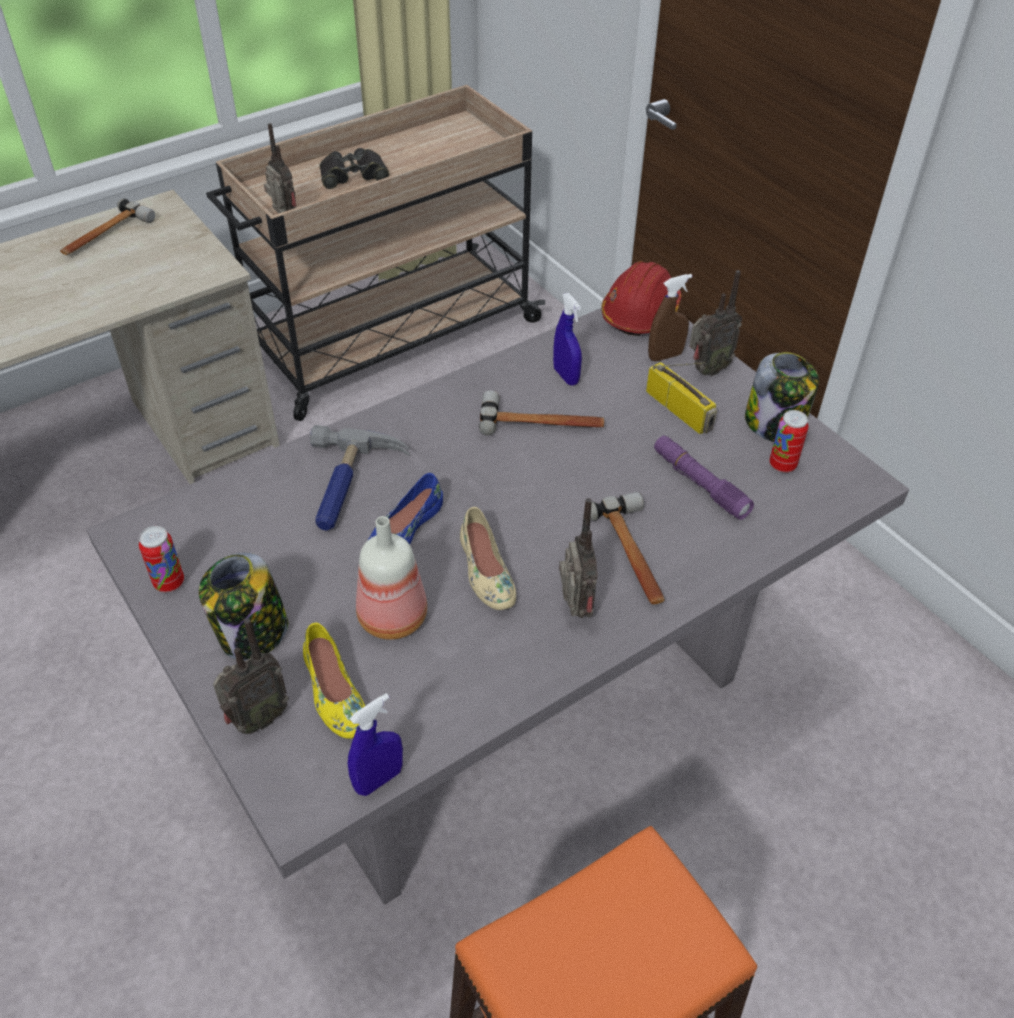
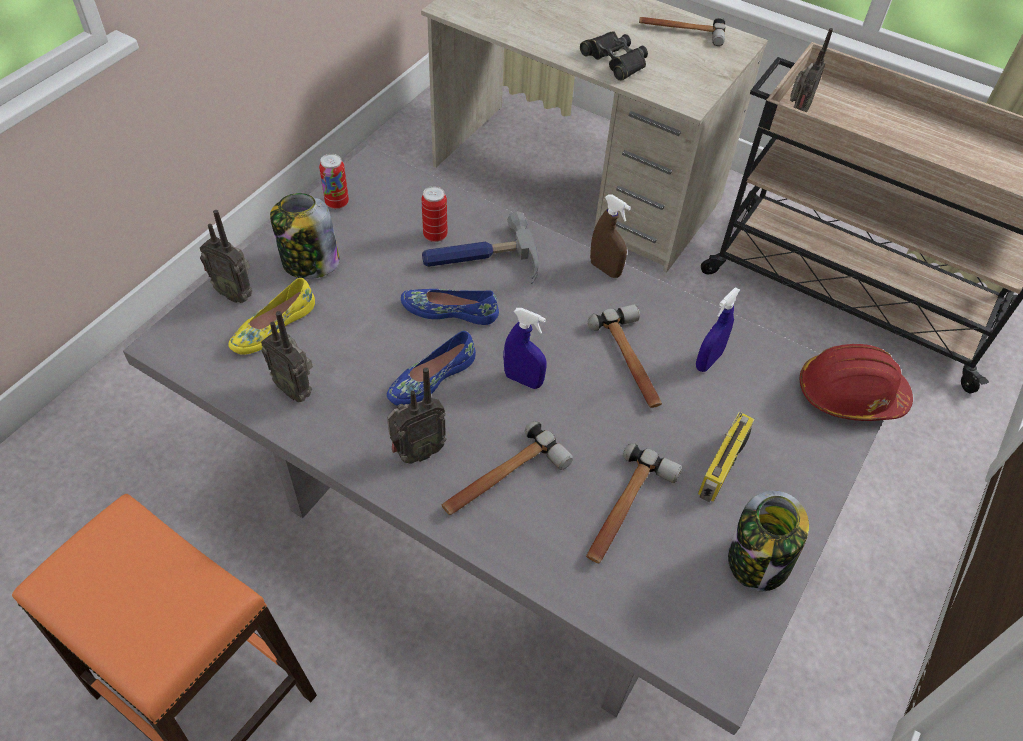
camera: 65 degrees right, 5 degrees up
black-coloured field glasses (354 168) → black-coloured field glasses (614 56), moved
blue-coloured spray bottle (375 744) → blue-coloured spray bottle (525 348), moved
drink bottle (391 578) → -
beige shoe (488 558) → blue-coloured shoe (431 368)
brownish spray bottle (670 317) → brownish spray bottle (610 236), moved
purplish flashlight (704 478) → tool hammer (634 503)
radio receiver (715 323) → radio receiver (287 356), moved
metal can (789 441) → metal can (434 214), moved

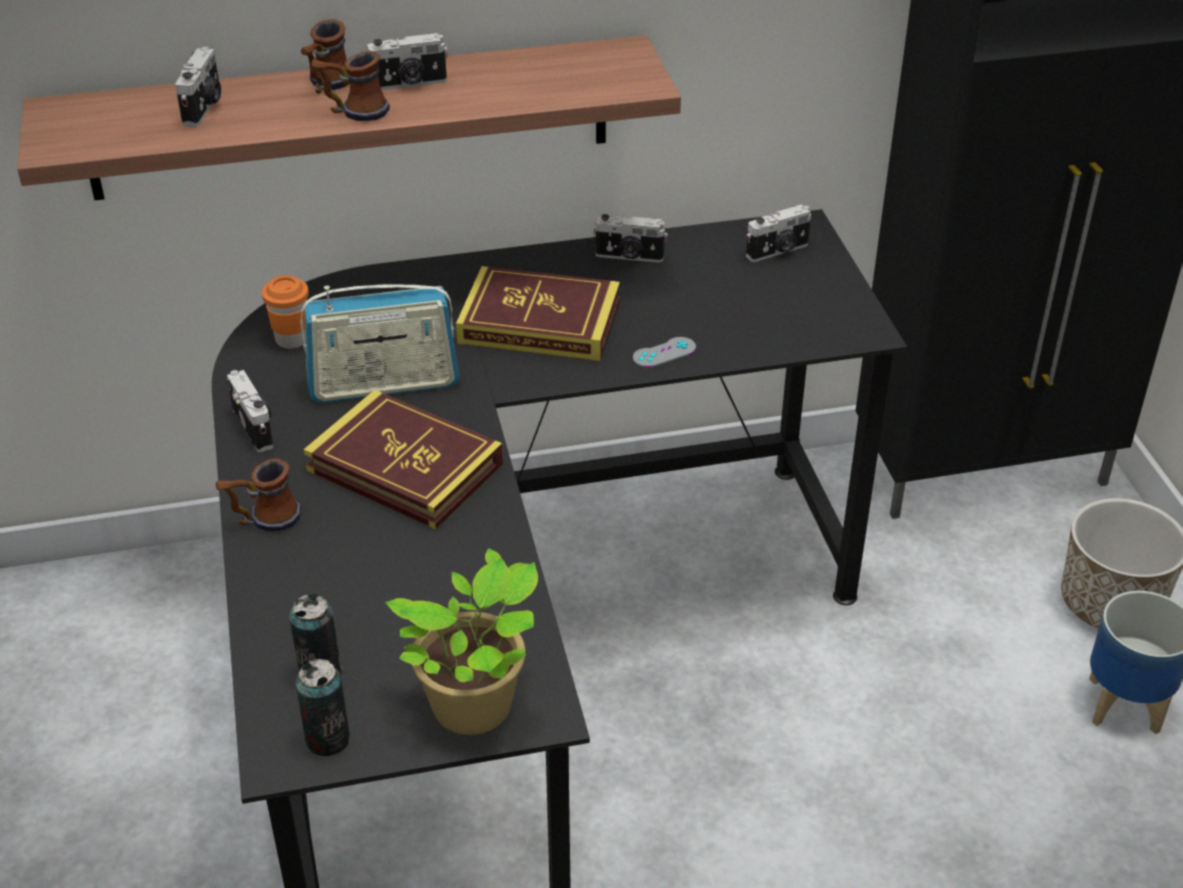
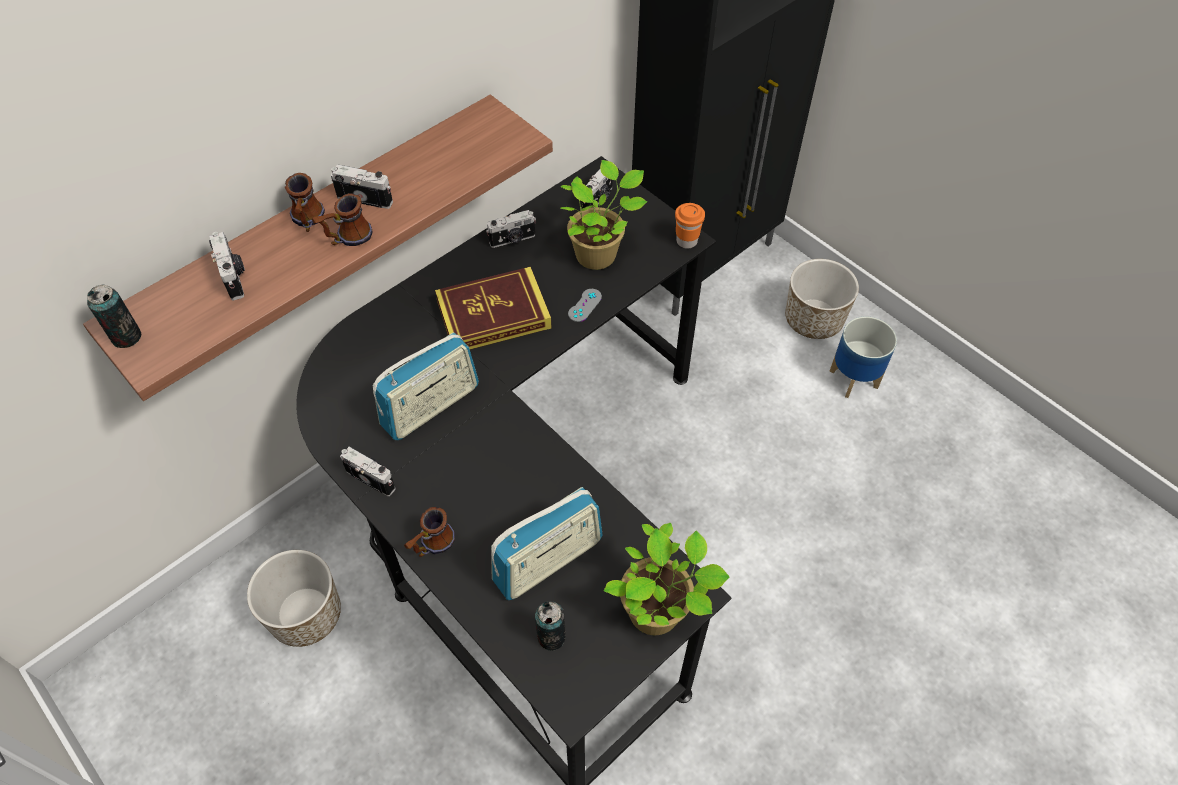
camera: 30 degrees left, 15 degrees up
orangey drinking cup (285 312) → orangey drinking cup (690 226), moved
metal can (322 707) → metal can (114 316), moved
volume (403 459) → -
still camera (407 61) → still camera (362 186), 120 degrees counterclockwise
- → flower pot (294 598)
- → radio receiver (547 543)
- → potted plant (604 215)

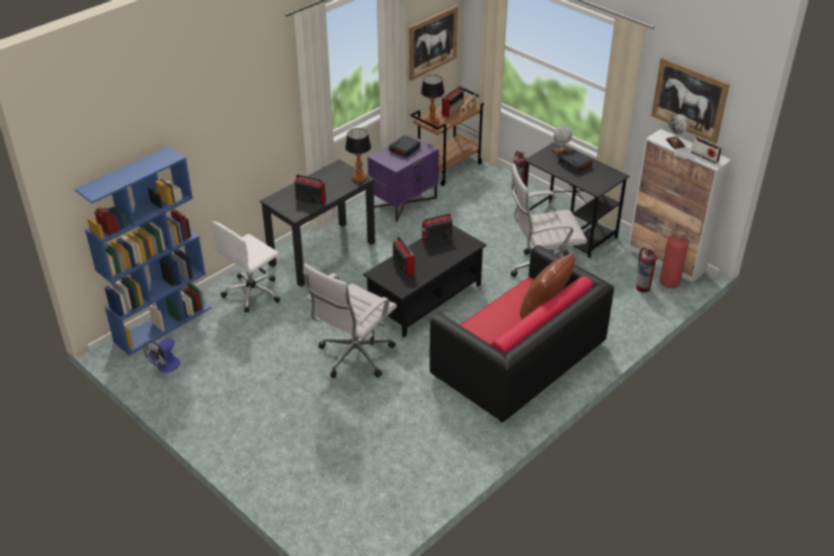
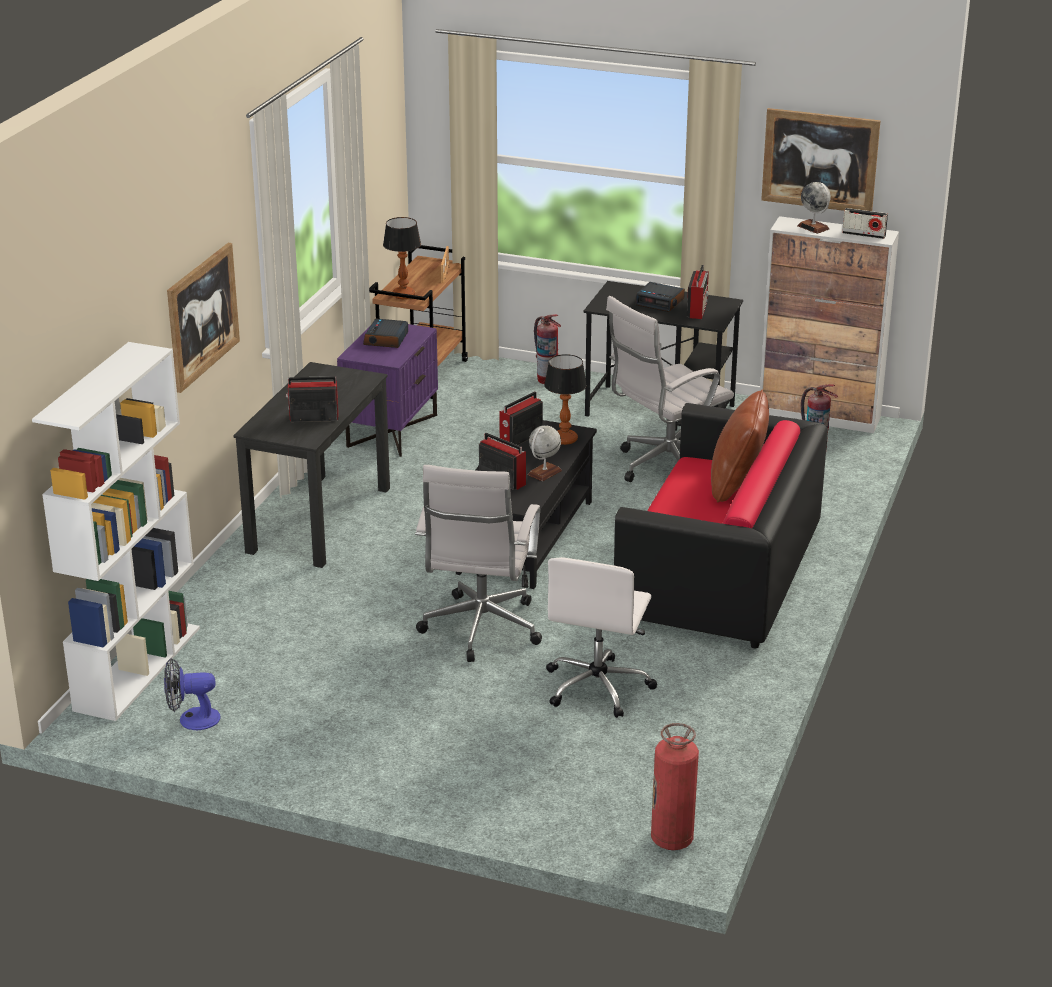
camera: 25 degrees left, 10 degrees down
blue-coloured shelving unit (143 250) → whitish shelving unit (116 531)
cooling fan (161 355) → cooling fan (192 694), 75 degrees clockwise
whitish desk chair (246 267) → whitish desk chair (601 637), moved
tabletop lamp (358 155) → tabletop lamp (565 399), moved
wall art (433 43) → wall art (203 318), moved
radio receiver (453 102) → radio receiver (698 292), moved
desk globe (561 141) → desk globe (545 453), moved
extinguisher (674 258) → extinguisher (675 786), moved

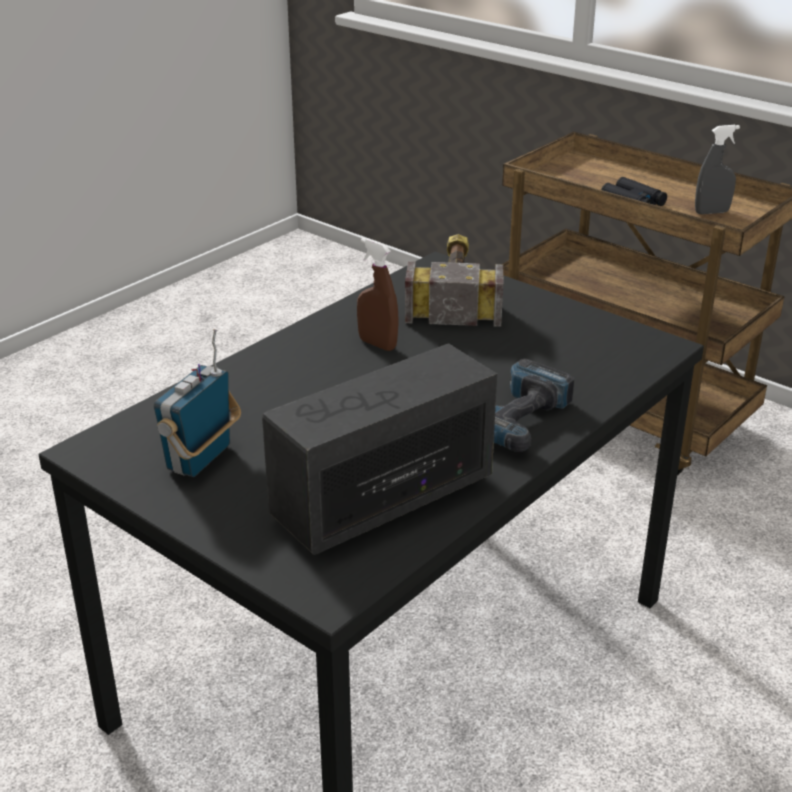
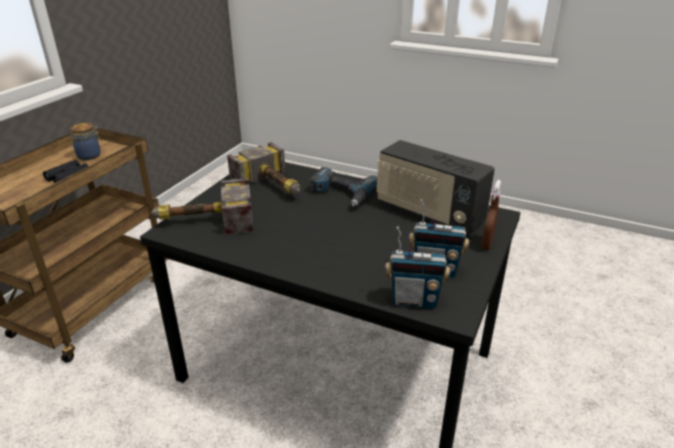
camera: 105 degrees left, 0 degrees up
brownish spray bottle (378 294) → brownish spray bottle (491 215), moved
greyish spray bottle (717 169) → storage jar (86 141)
- → tool hammer (264 168)
- → radio receiver (417 268)

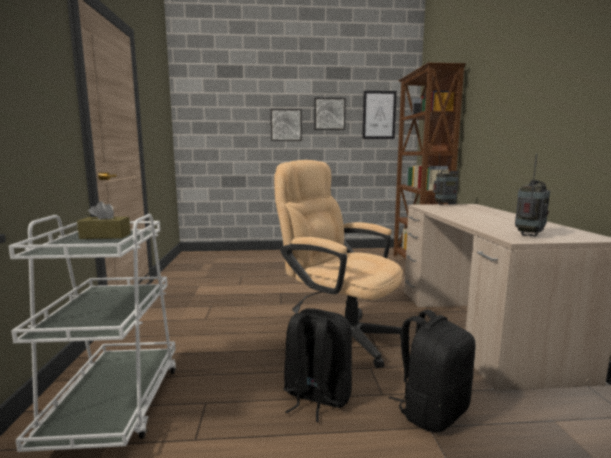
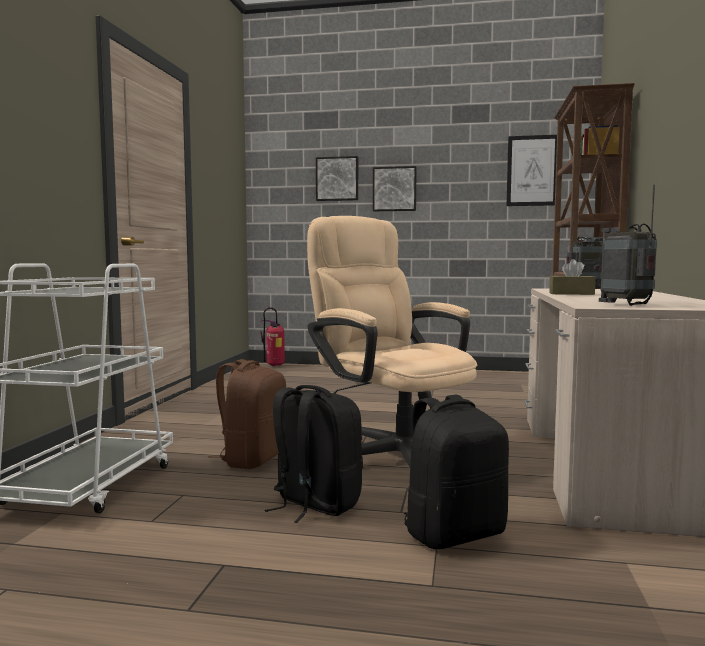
camera: 15 degrees right, 5 degrees down
brownish tissue box (104 220) → brownish tissue box (572 277), moved
wall art (330 114) → wall art (337 178), moved
radio receiver (532 195) → radio receiver (628 245), 75 degrees counterclockwise
- → brownish rucksack (247 414)
- → extinguisher (272 336)

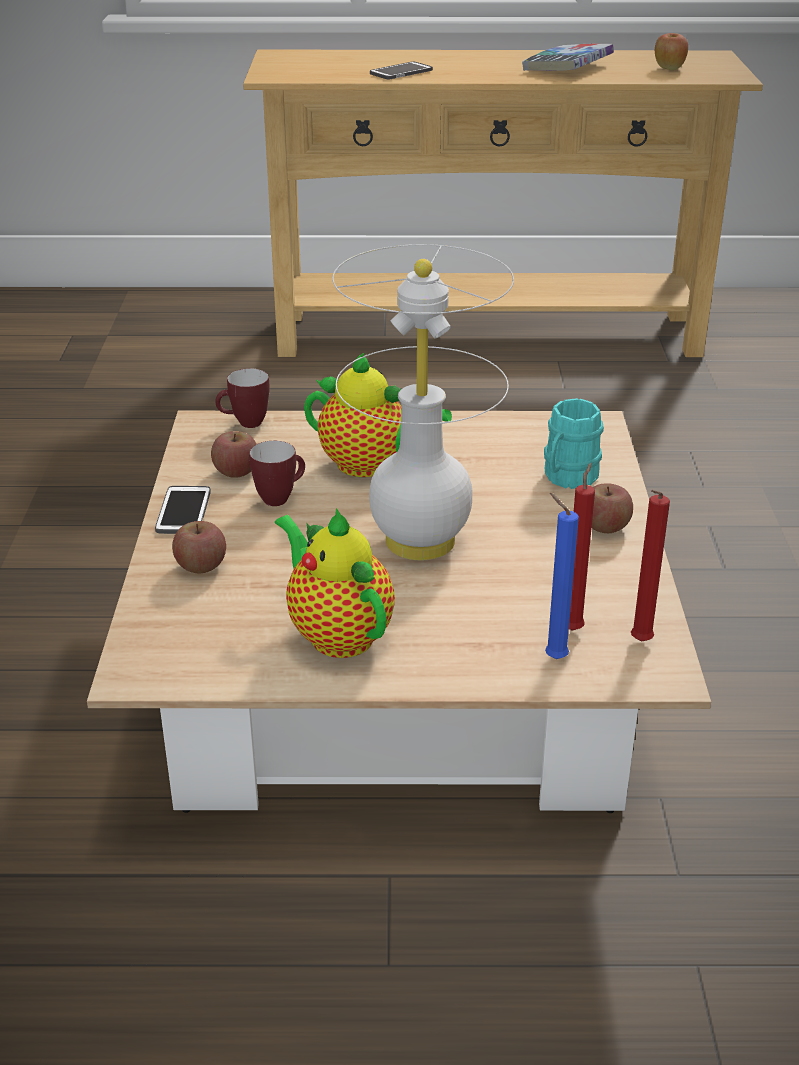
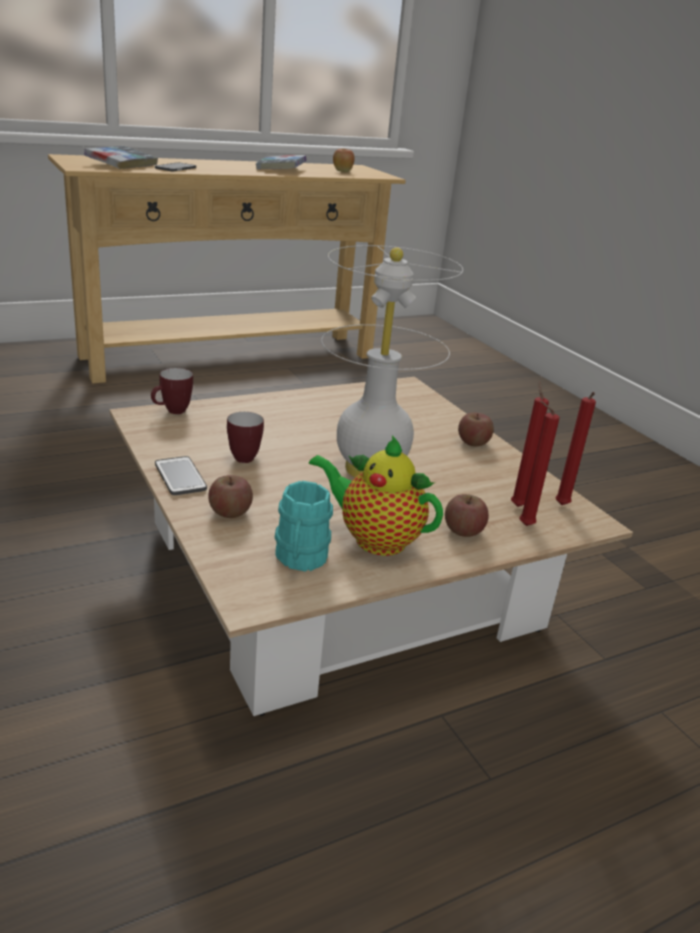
camera: 30 degrees left, 5 degrees down
whole apple (234 454) → whole apple (467 515), moved
teapot (378 414) → -
turquoise-coloured mug (574 443) → turquoise-coloured mug (304 526), moved
blue-coloured wax light (562 576) → red wax light (539 463)
- → volume (121 157)

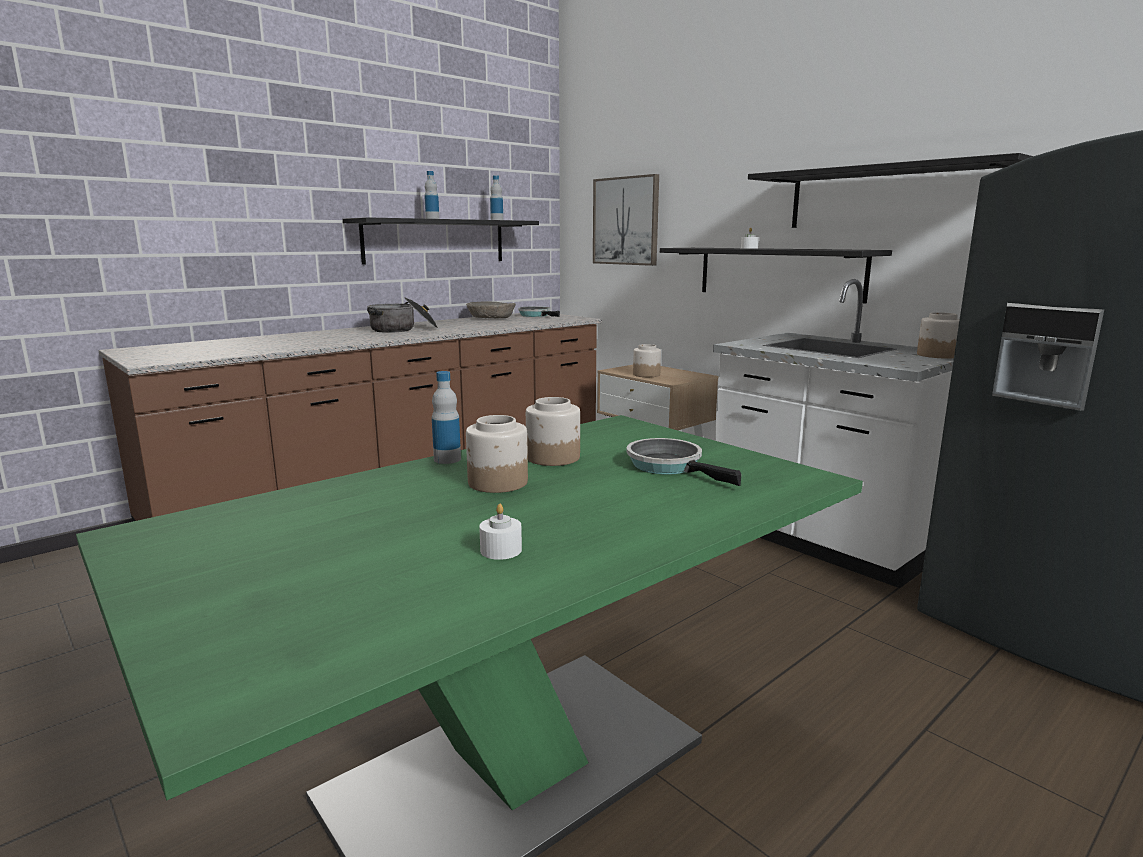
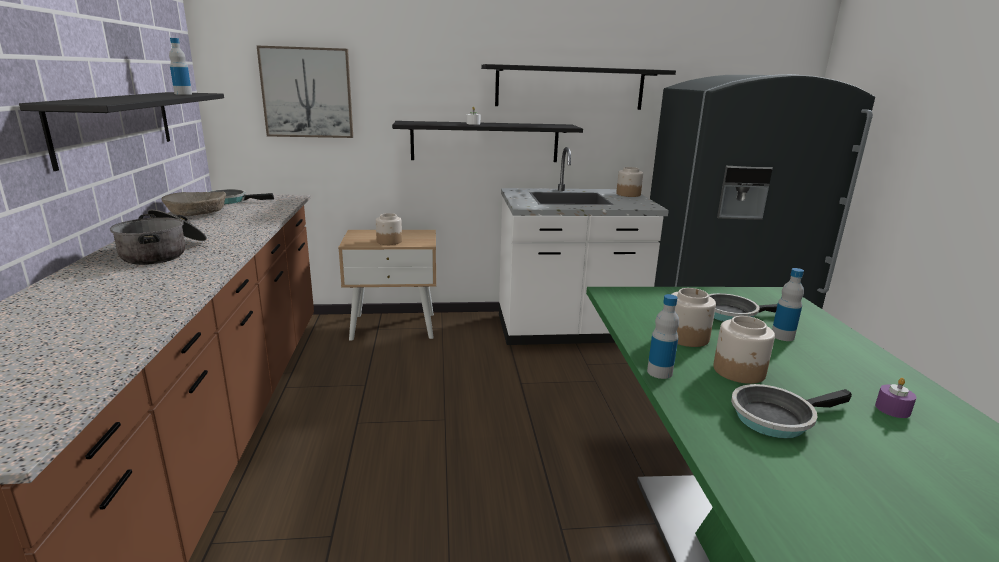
camera: 55 degrees left, 5 degrees up
drink bottle (431 195) → drink bottle (788 304), moved
whitish wax light (500 532) → purplish wax light (896 398)
- → frying pan (791 411)

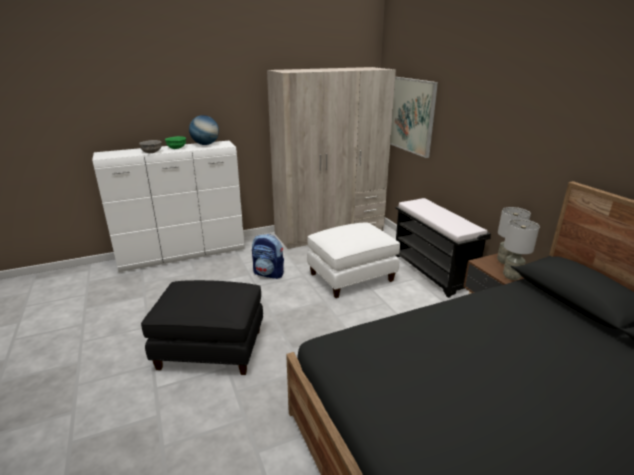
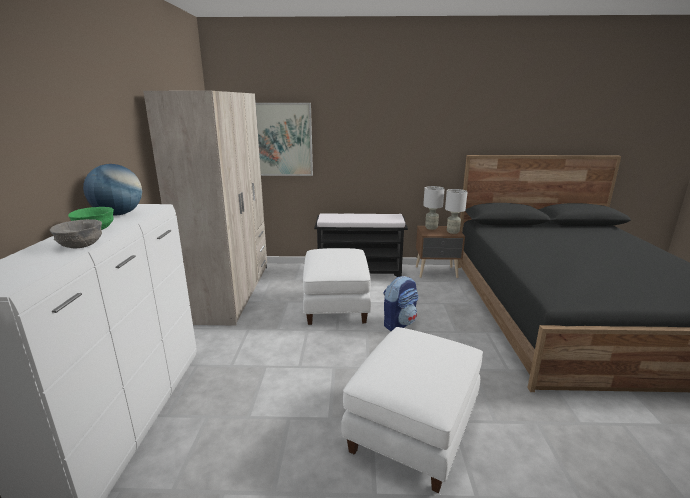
camera: 65 degrees left, 5 degrees down
black-coloured footrest (202 327) → whitish footrest (412 410)
rucksack (268 256) → rucksack (401 303), moved

